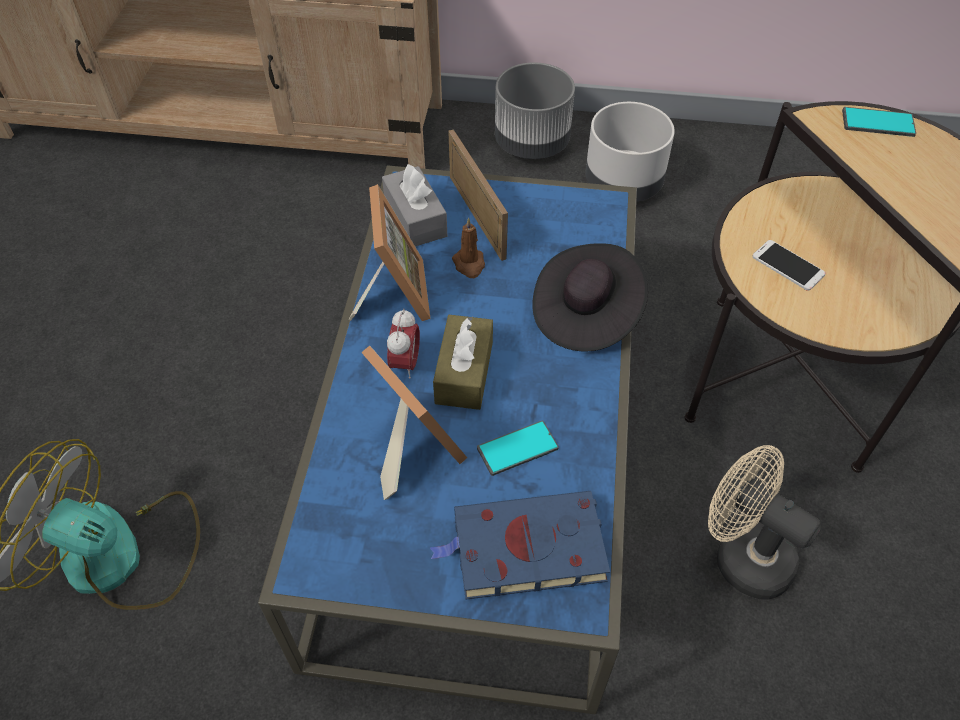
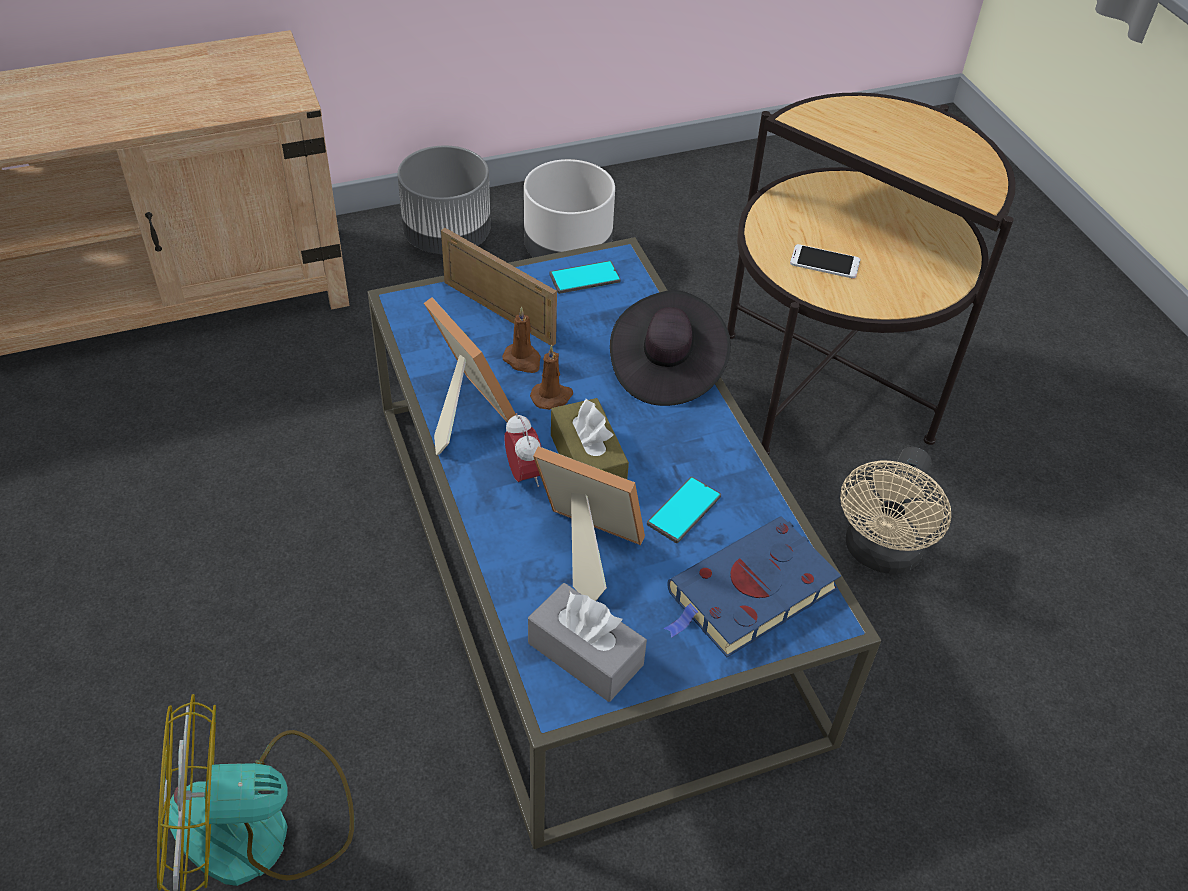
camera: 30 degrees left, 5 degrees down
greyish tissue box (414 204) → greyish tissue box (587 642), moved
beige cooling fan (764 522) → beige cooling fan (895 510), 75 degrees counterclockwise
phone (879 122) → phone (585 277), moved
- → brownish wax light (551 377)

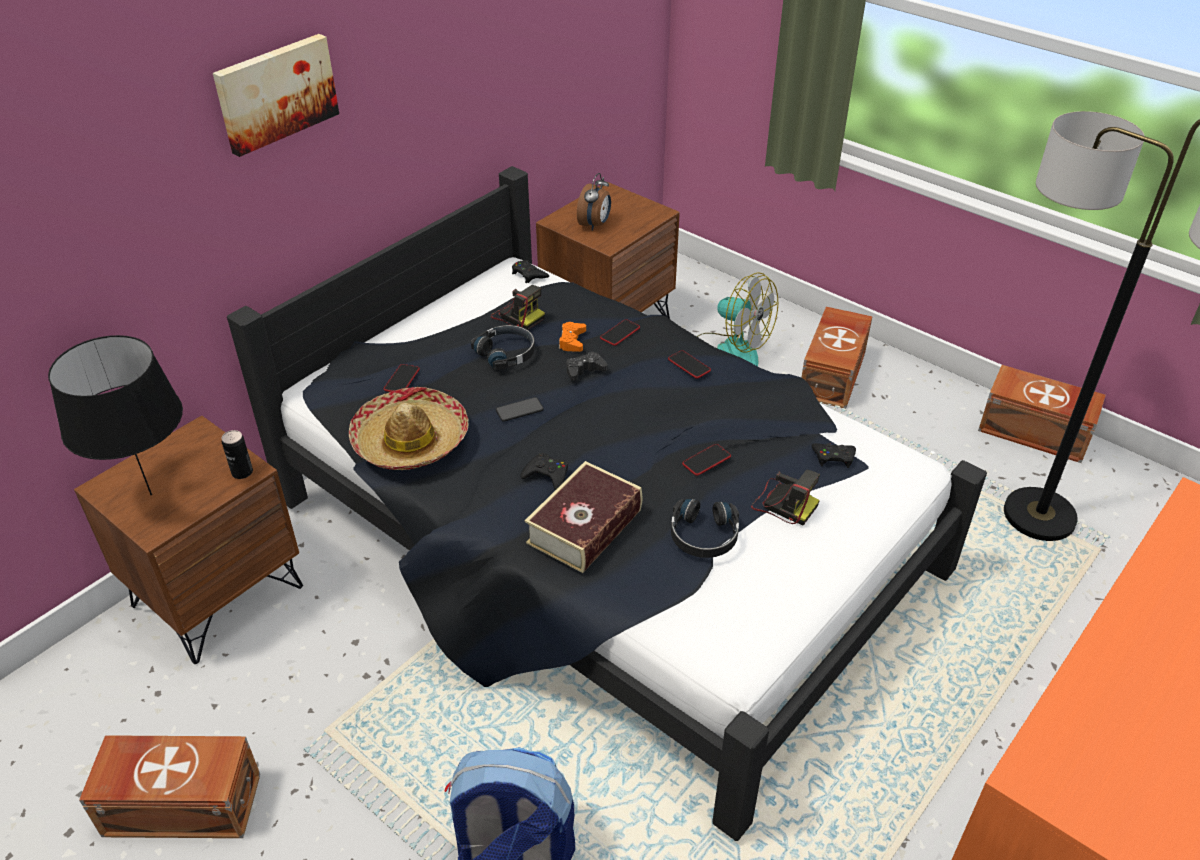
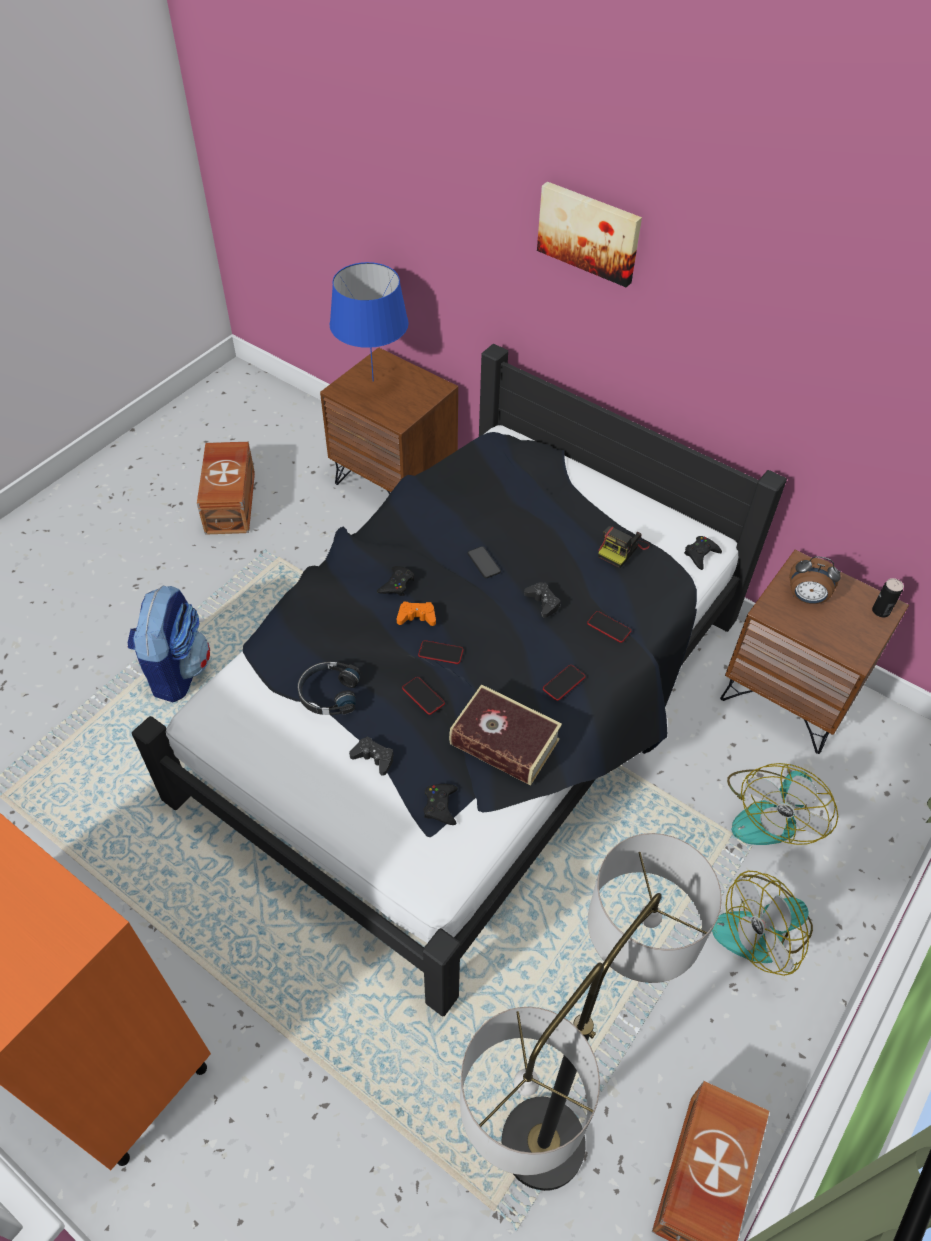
camera: 85 degrees right, 10 degrees up
black-coloured tabletop lamp (115 415) → blue-coloured tabletop lamp (369 321)
metal can (237 454) → metal can (888 597), moved
wearable hat (408 428) → -
phone (402 378) → phone (441 652), moved
black-coloured pair of headphones (503 347) → -
volume (583 517) → volume (505 735), moved
orangey joypad (572 337) → orangey joypad (416 614), moved
still camera (785 497) → black-coloured joypad (371 756)
brownish storage bin (837 358) → cooling fan (762 923)

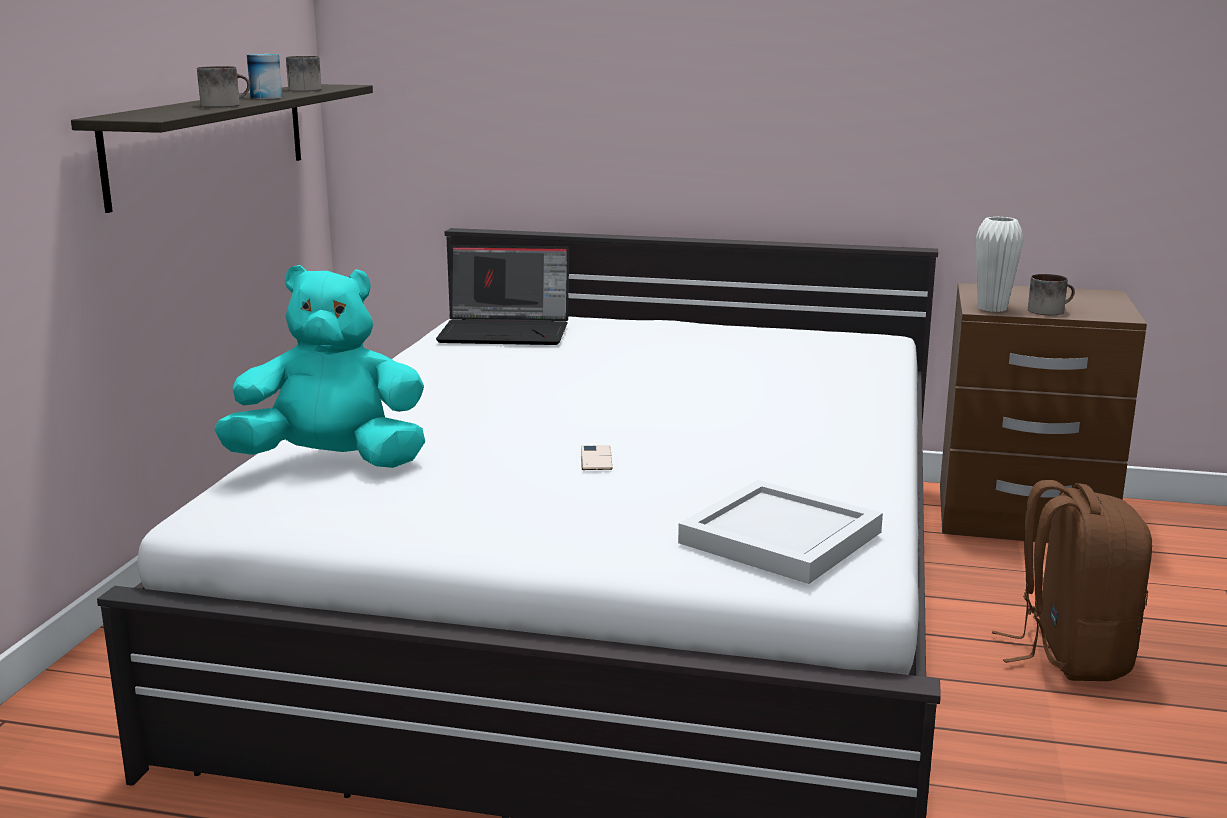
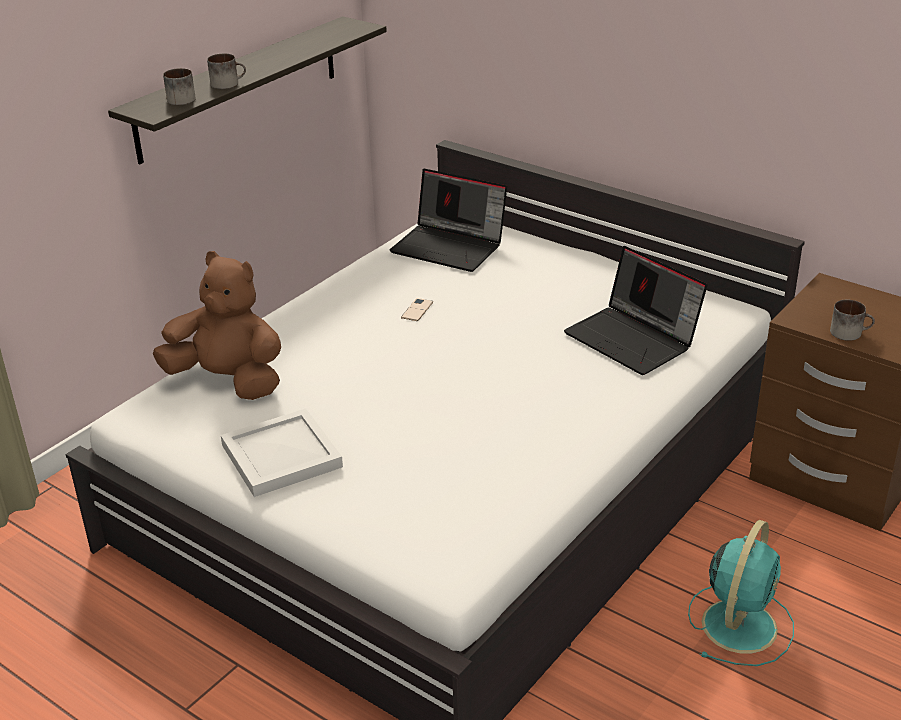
camera: 25 degrees right, 15 degrees up
turquoise-coloured soft toy (319 366) → brownish soft toy (217 325)
metal can (265 76) → -
mug (304 73) → mug (179 86), moved
phone (596 457) → phone (417 309), moved
whitish tray (780 532) → whitish tray (282 453), moved
whitish vase (999 264) → -
brownish rucksack (1072 580) → turquoise-coloured cooling fan (741 593)
- → portable computer (635 310)

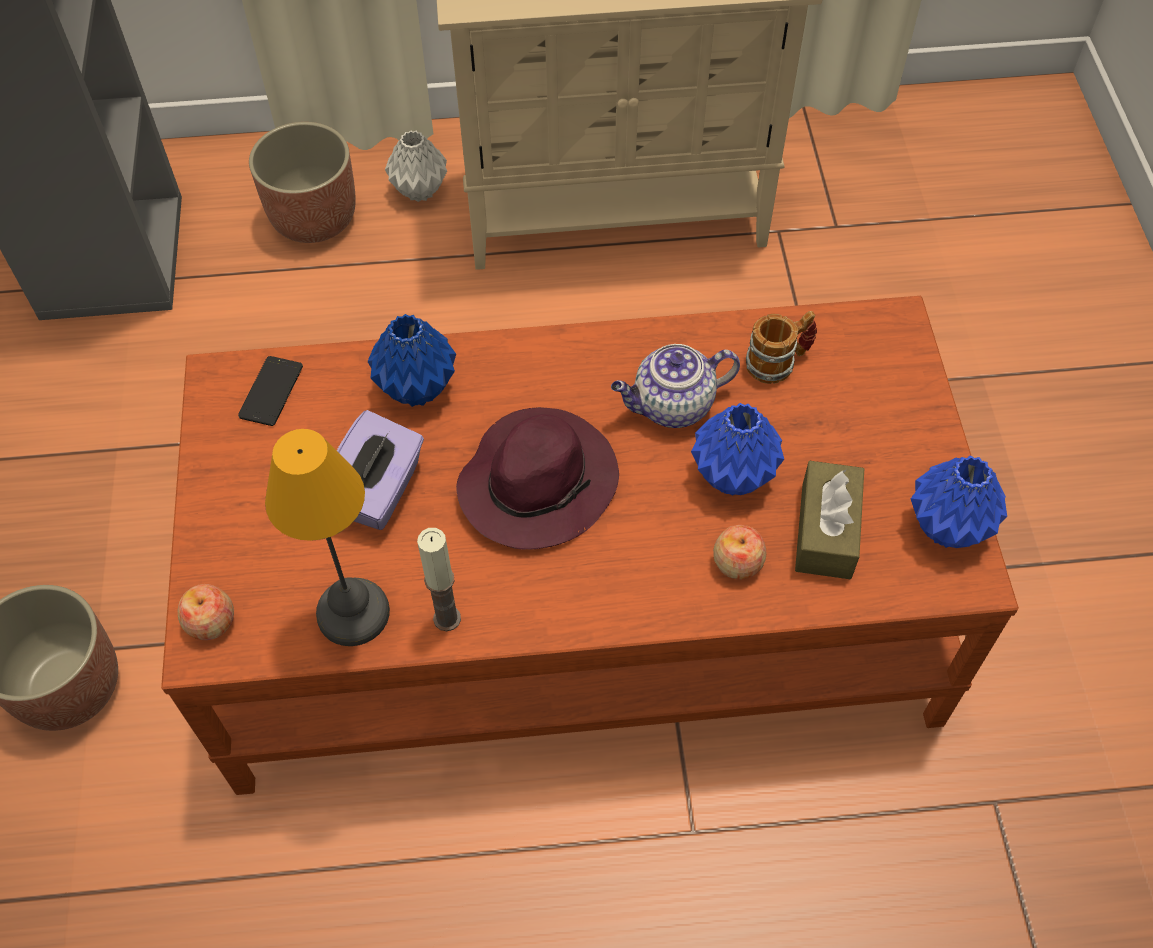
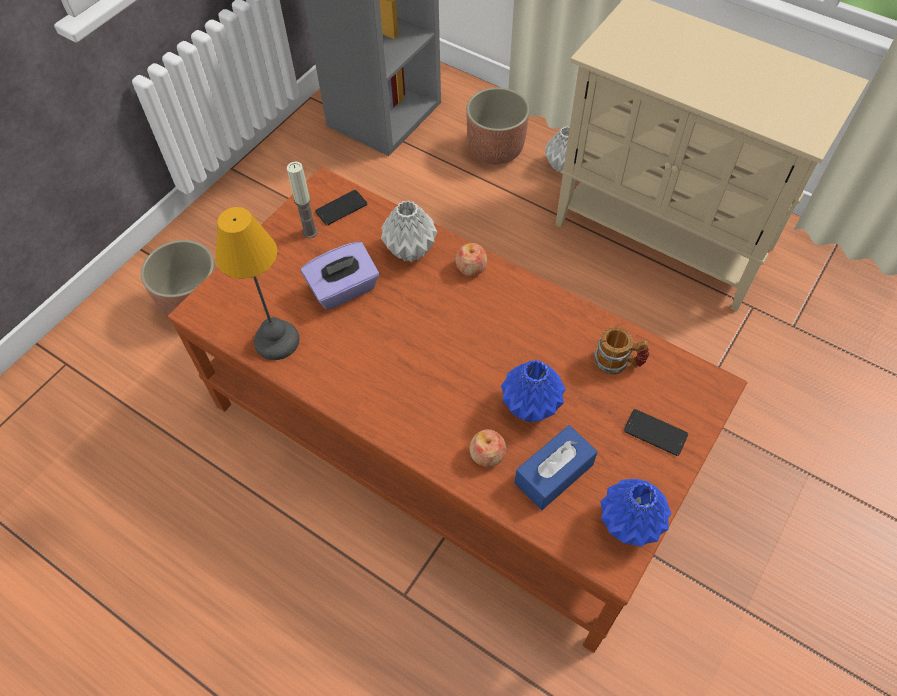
camera: 40 degrees right, 0 degrees up
whole apple (206 612) → whole apple (471 259), moved
blue-coloured vase (412 360) → greyish vase (409 231)
wax light (439 579) → wax light (302 200), moved
purplish wearable hat (537 478) → -
teapot (675 386) → -
brownish tissue box (829 520) → blue-coloured tissue box (556 467)
- → phone (656 432)

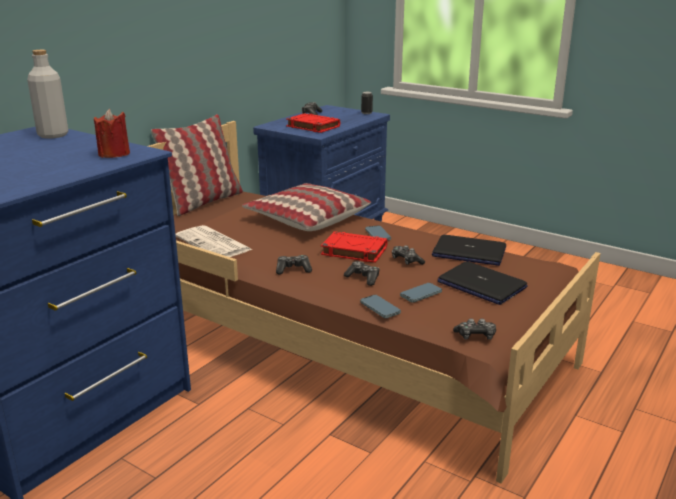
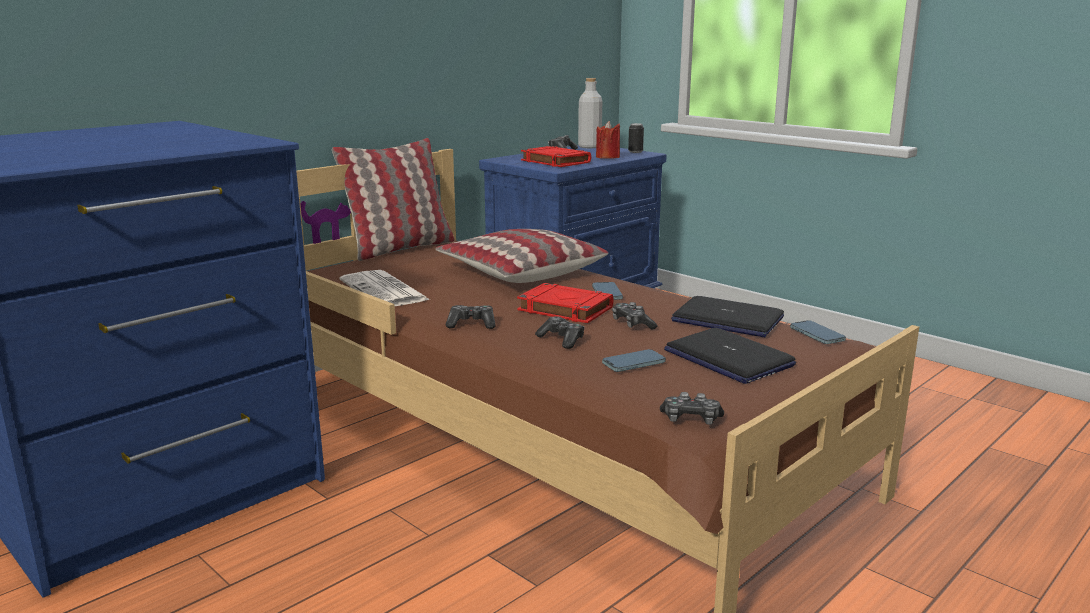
camera: 10 degrees right, 5 degrees down
greyish drink bottle (47 94) → greyish drink bottle (590 113), moved
red wax light (112 133) → red wax light (608 140), moved
phone (380 306) → phone (818 332), moved

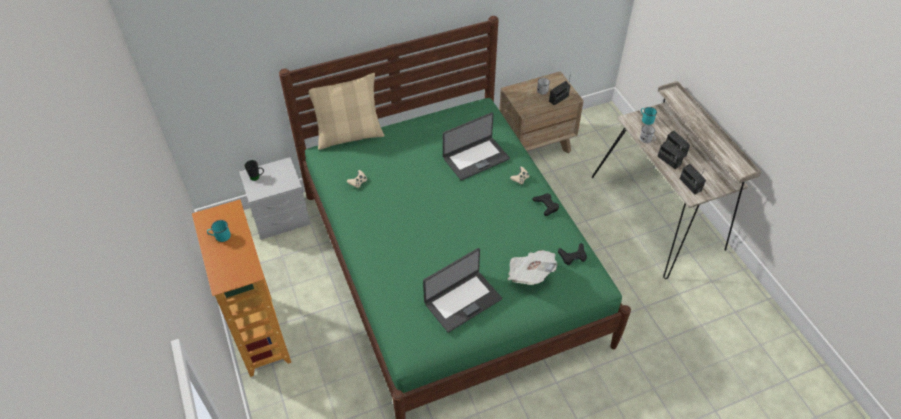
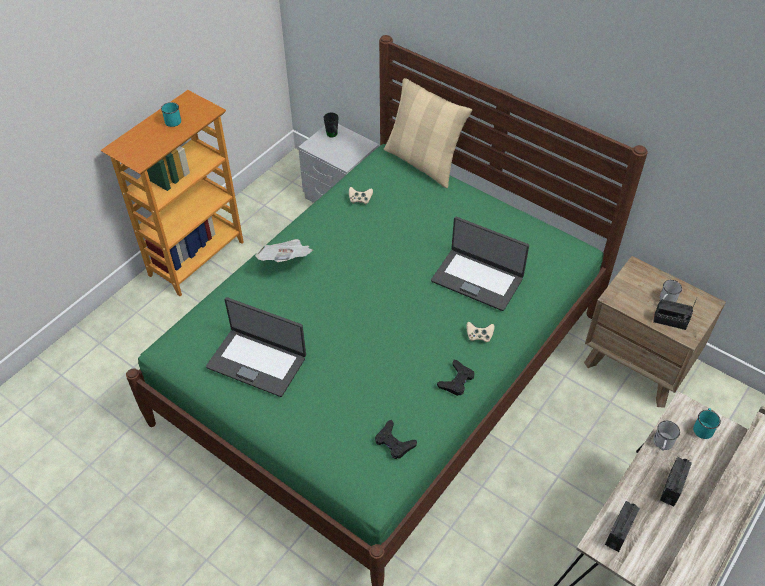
camera: 60 degrees right, 0 degrees up
daily paper (532 267) → daily paper (284 250), moved
radio receiver (671 155) → -

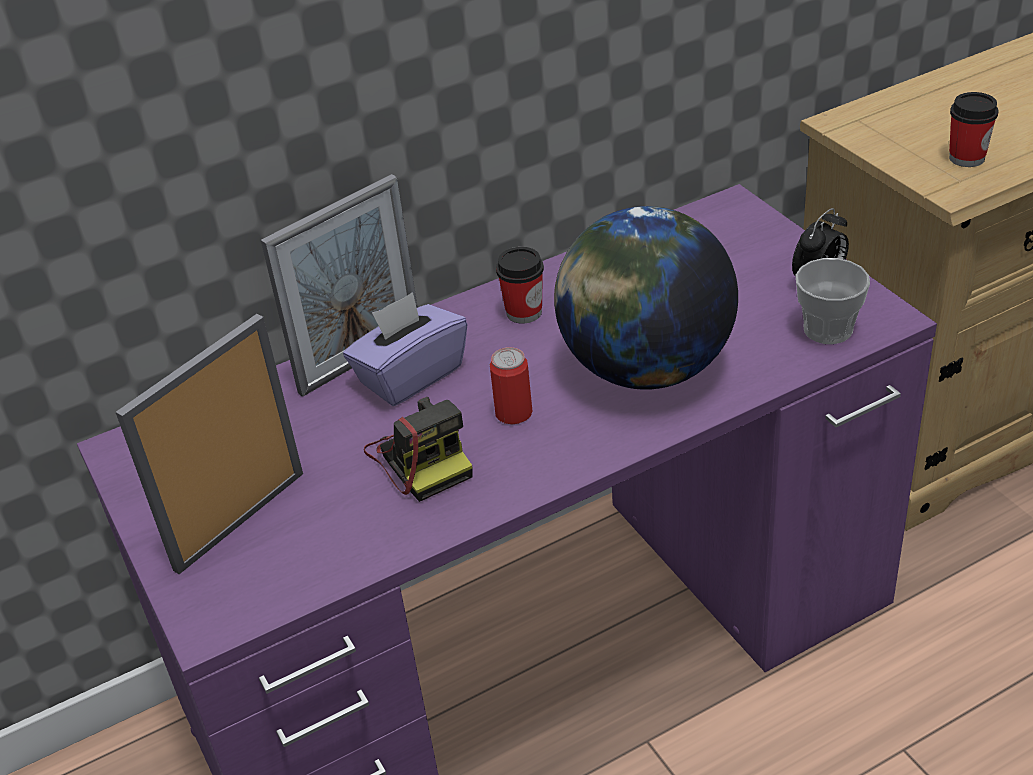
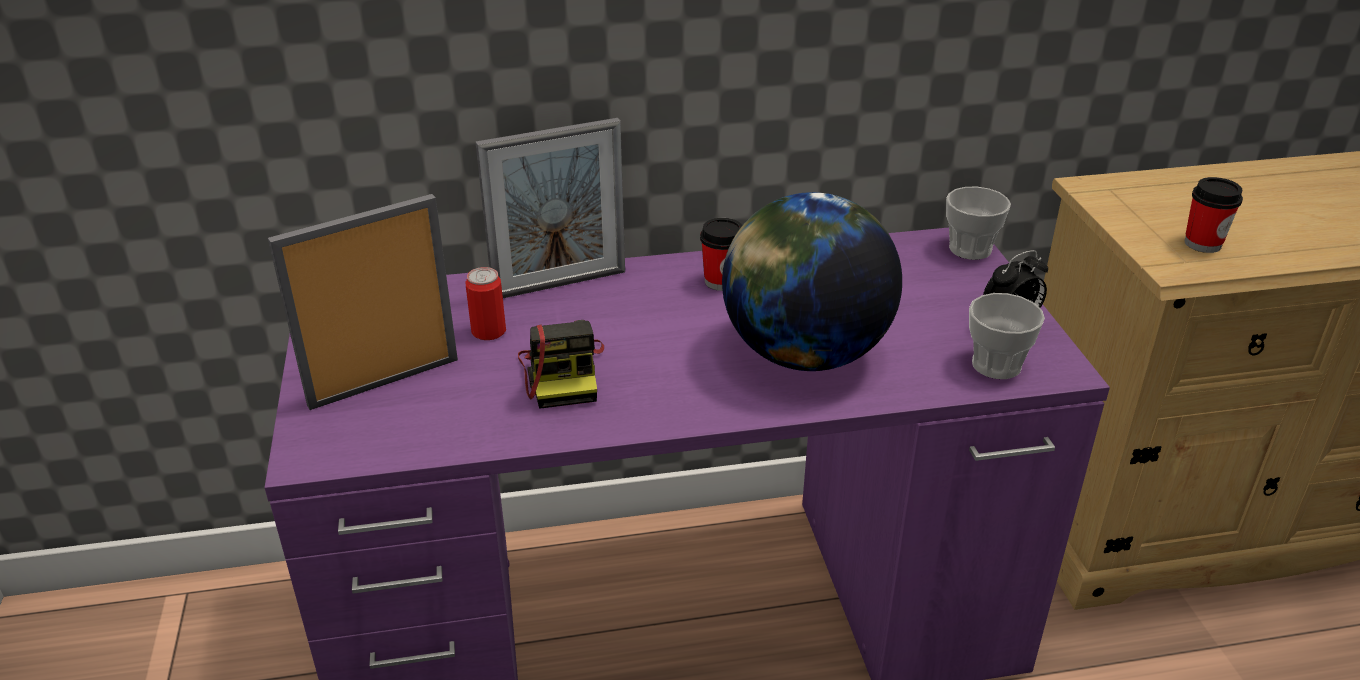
camera: 15 degrees right, 5 degrees down
purplish tissue box (405 349) → -
metal can (511 385) → metal can (486 303), moved
- → drinking cup (978 223)

